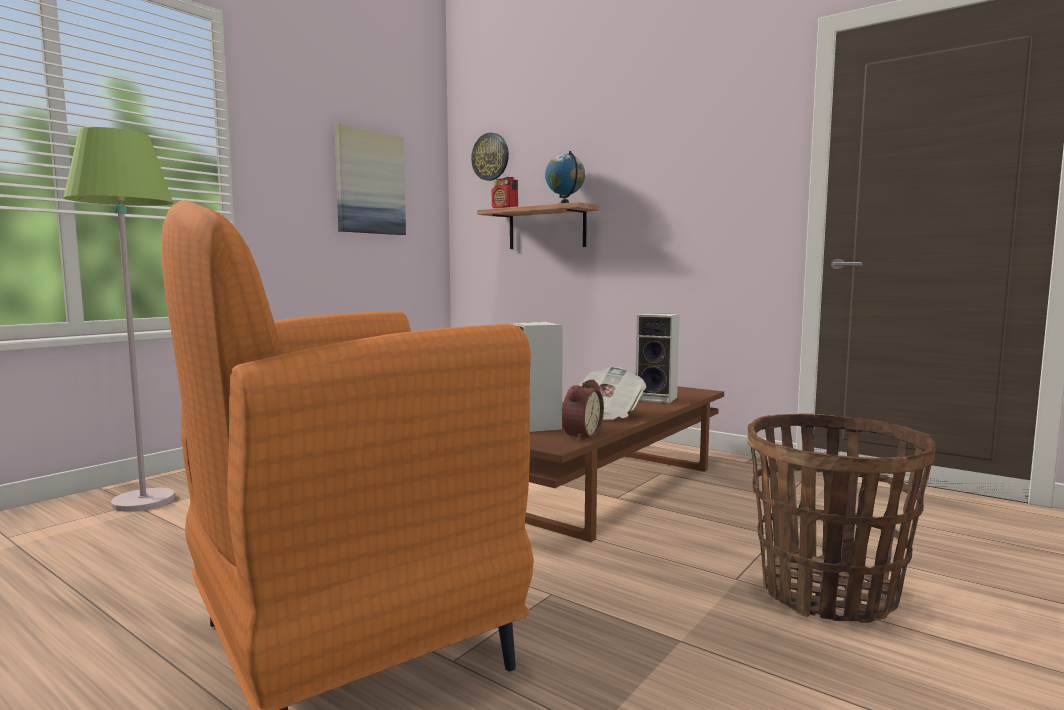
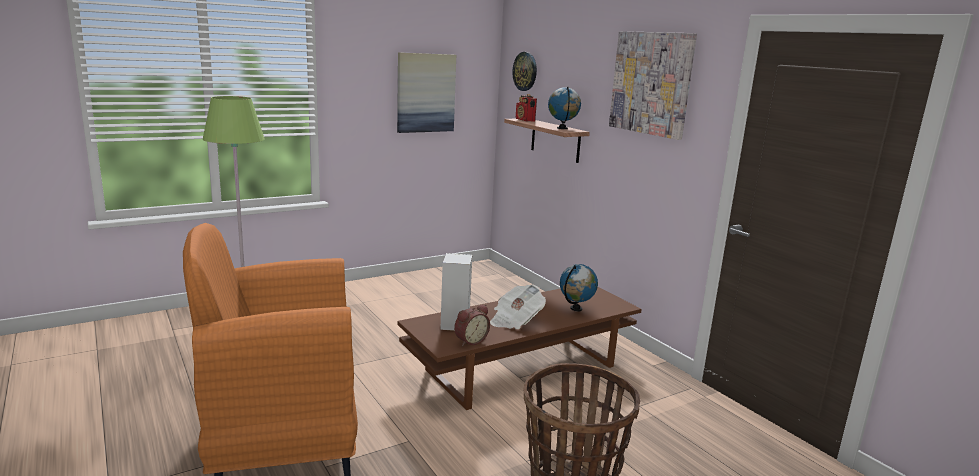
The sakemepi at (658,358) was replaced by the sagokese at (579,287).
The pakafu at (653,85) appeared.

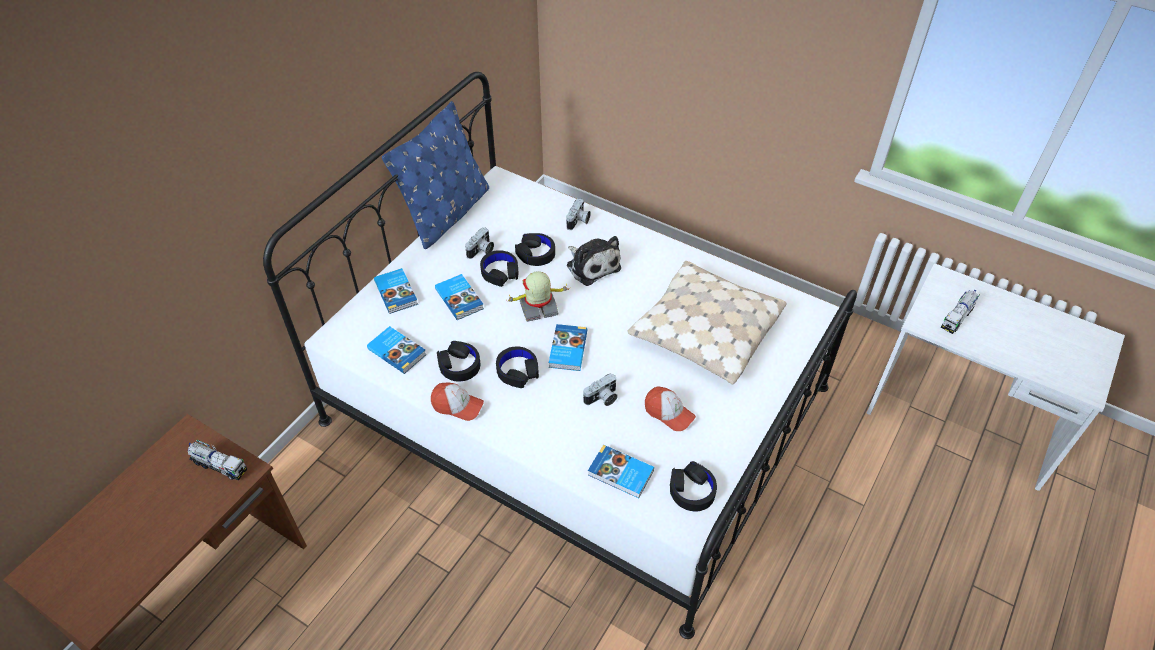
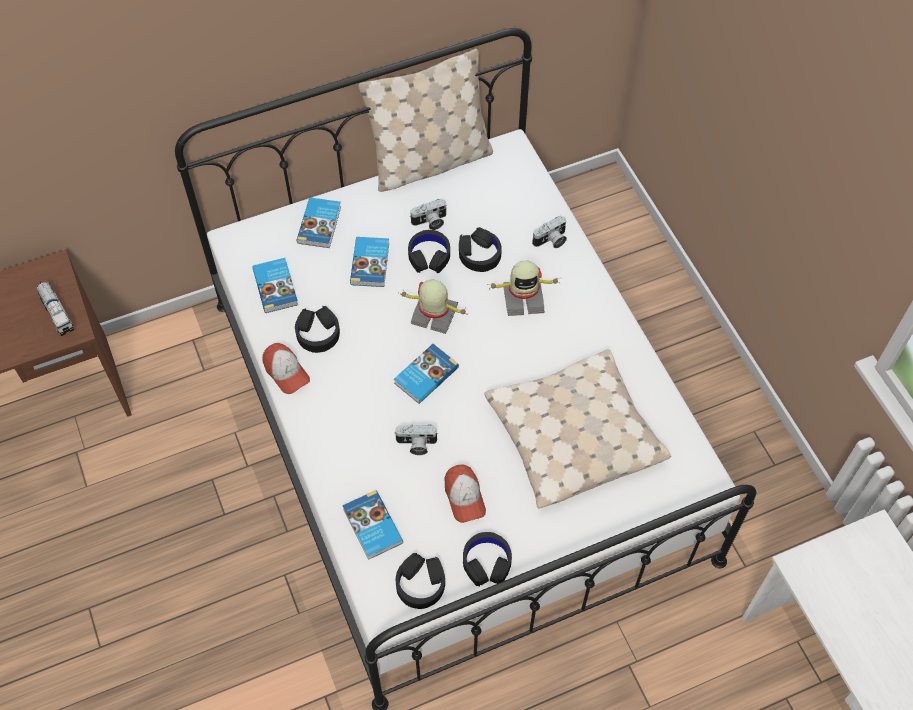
The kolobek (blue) at (435,175) became the kolobek (beige) at (425,120).
The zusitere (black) moved from (517,367) to (487,559).
The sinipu at (594,261) was replaced by the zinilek at (524,288).
The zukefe at (960,312) disappeared.

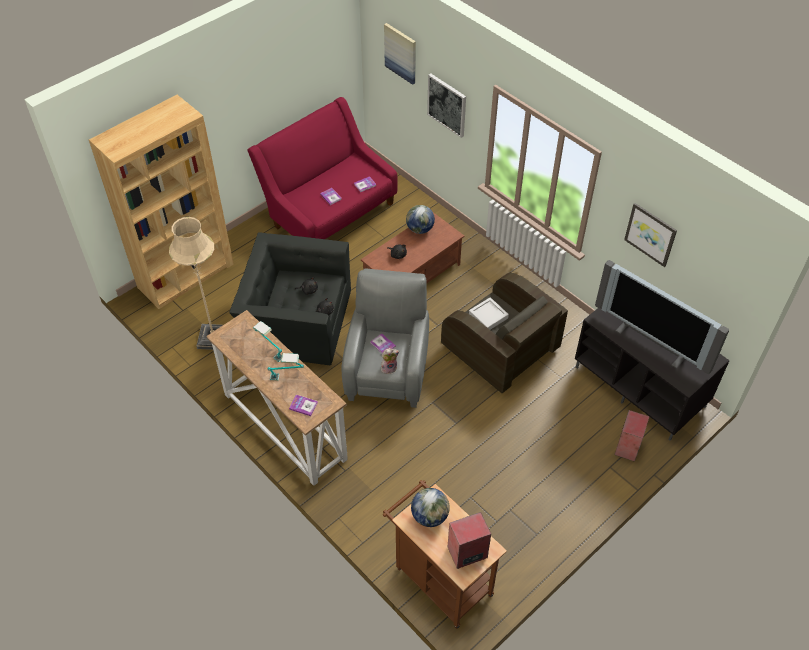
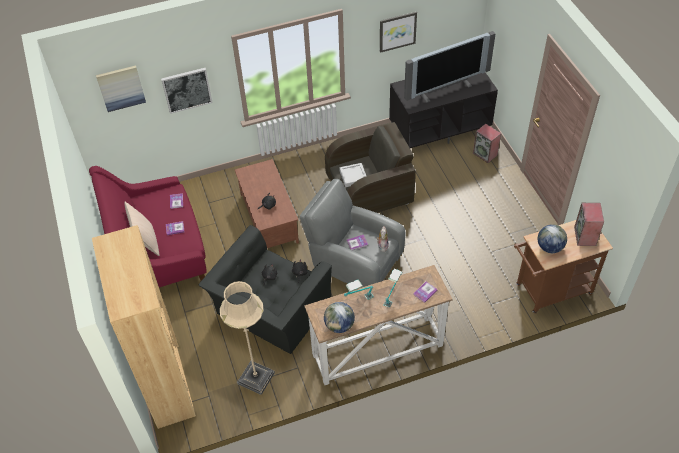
The sagokese moved from (420,219) to (339,317).
The kolobek (beige) at (141,229) appeared.

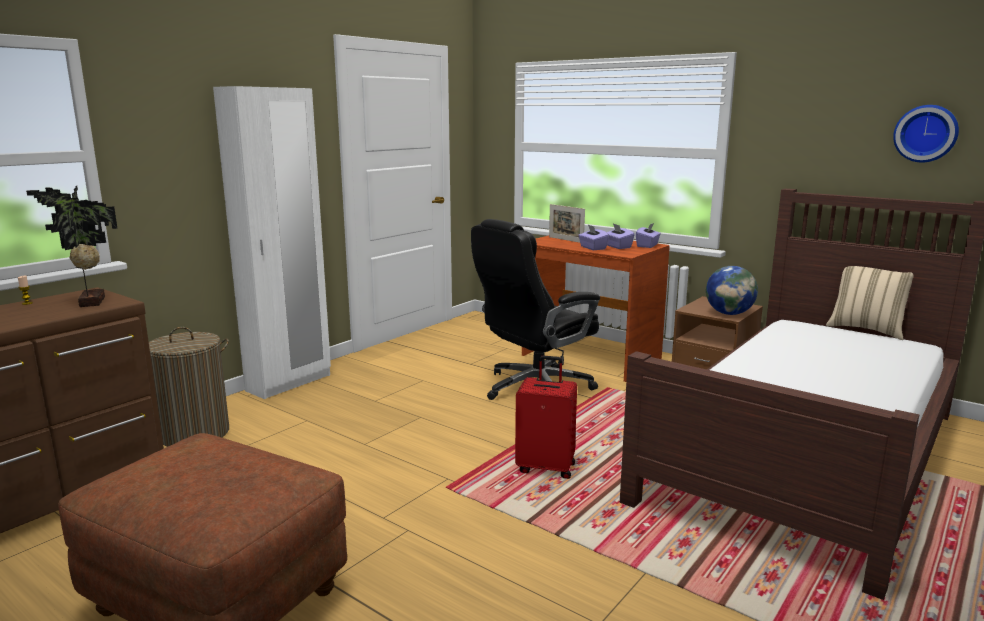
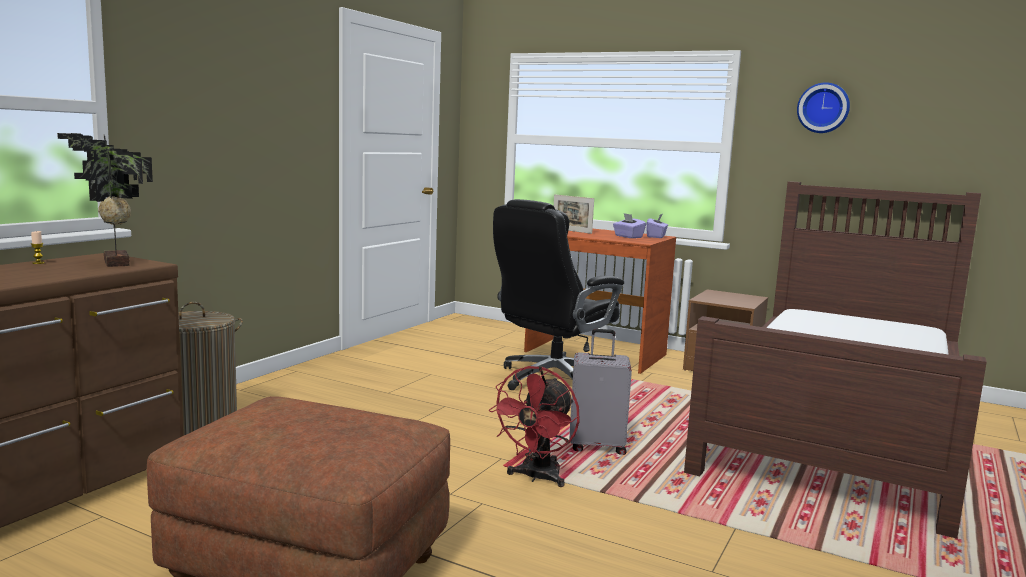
The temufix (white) at (272,242) disappeared.
The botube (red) at (546,417) became the botube (grey) at (600,392).
The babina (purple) at (593,237) disappeared.
The sagokese at (732,290) disappeared.
The kolobek (beige) at (870,303) disappeared.
The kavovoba moved from (926,134) to (823,107).
The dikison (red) at (534,426) appeared.

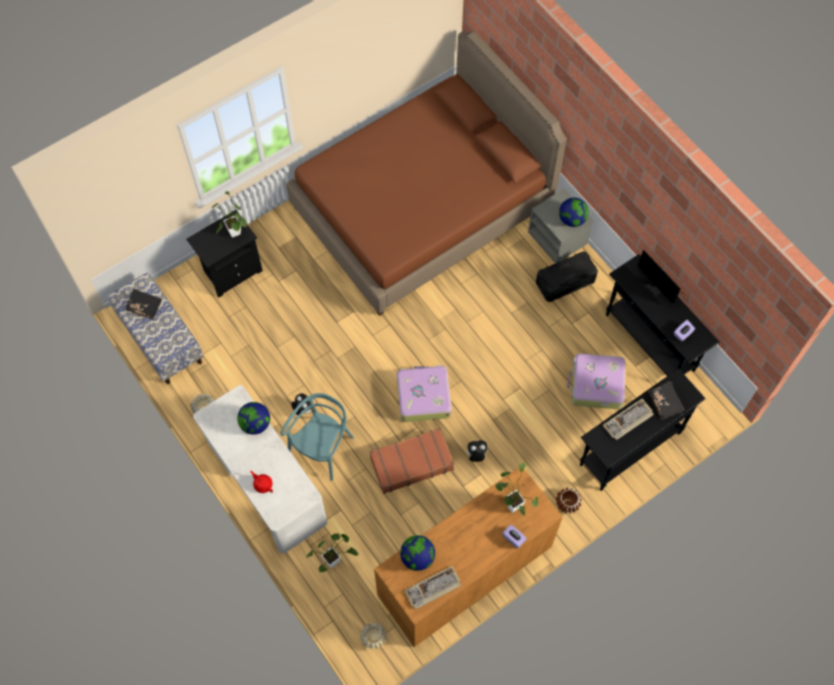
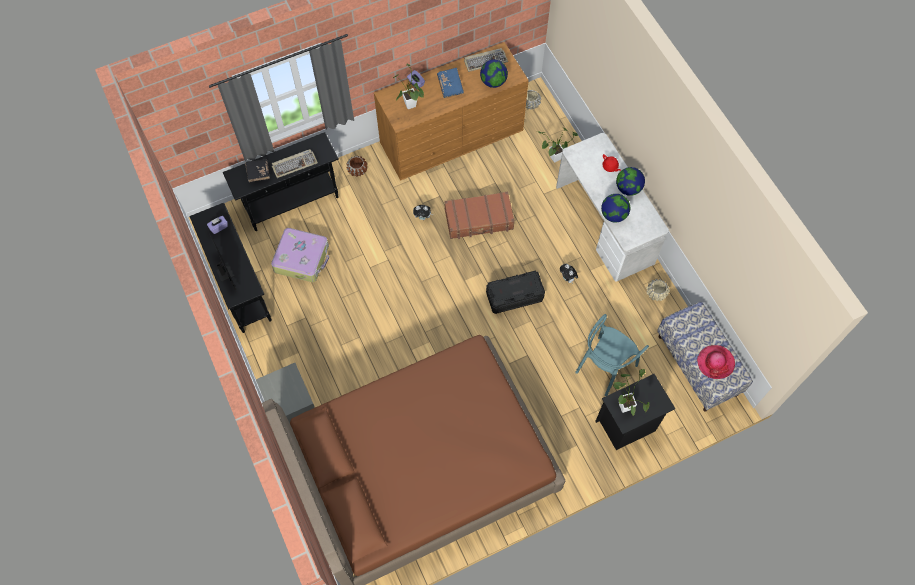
The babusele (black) at (144,304) was replaced by the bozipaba at (716,362).
The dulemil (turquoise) moved from (317,437) to (612,355).
The botube at (424,393) disappeared.
The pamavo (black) moved from (567,276) to (515,292).
The sagokese moved from (574,212) to (630,181).
The babusele (blue) at (450,83) appeared.

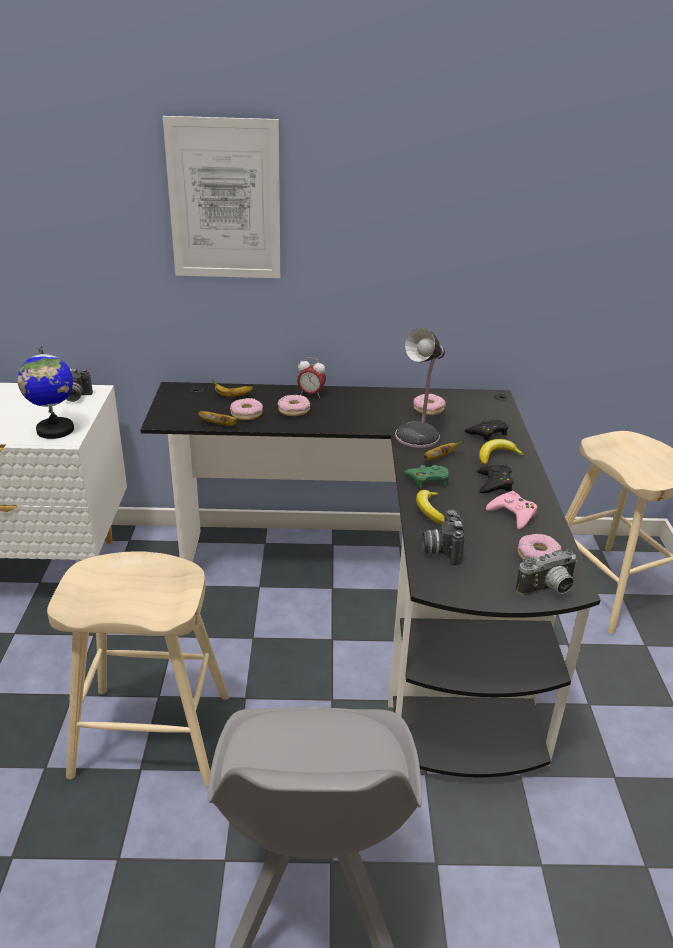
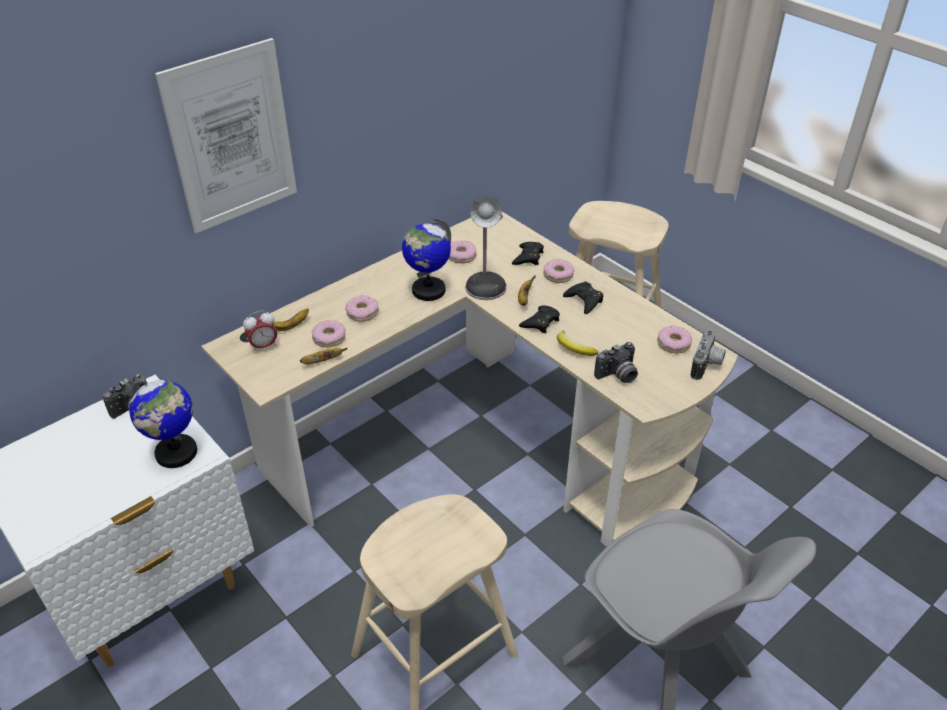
The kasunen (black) at (370,579) became the kasunen (beige) at (469,379).
The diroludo moved from (311,377) to (260,331).
The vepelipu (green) at (426,476) became the vepelipu (black) at (539,319).
The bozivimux at (443,537) turned 75 degrees counterclockwise.
The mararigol at (501,452) was replaced by the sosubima at (558,271).
The vepelipu (pink) at (511,510) disappeared.
The sagokese at (426,259) appeared.

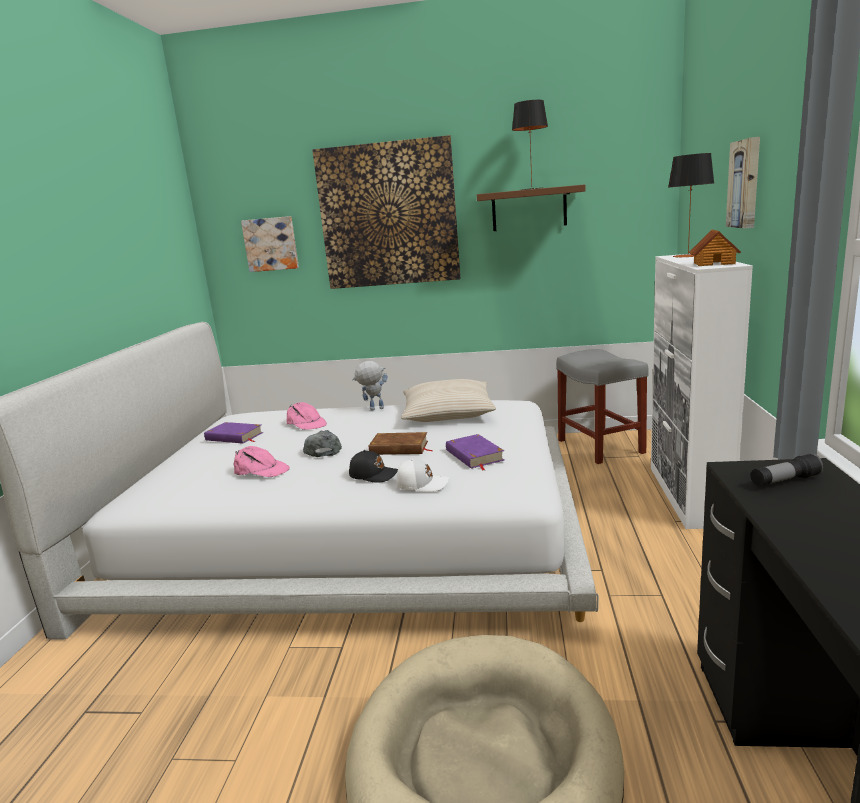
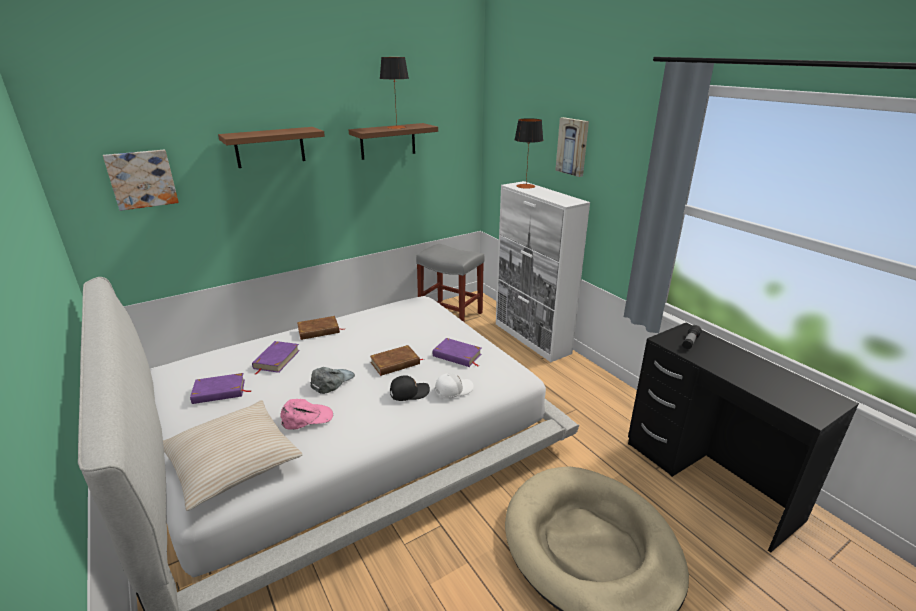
The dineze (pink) at (306,416) was replaced by the babusele (purple) at (276,357).
The dineze (grey) at (322,443) turned 90 degrees clockwise.
The pakafu at (386,212) was replaced by the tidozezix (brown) at (271,147).
The zinilek at (369,385) was replaced by the babusele (brown) at (321,328).
The kolobek (beige) moved from (448,400) to (233,455).
The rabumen at (715,247) disappeared.

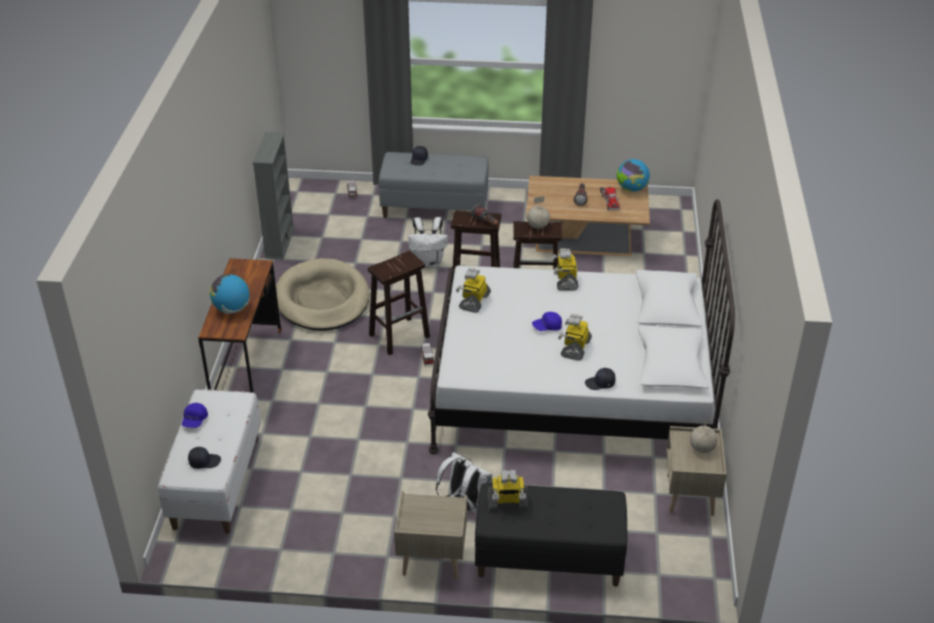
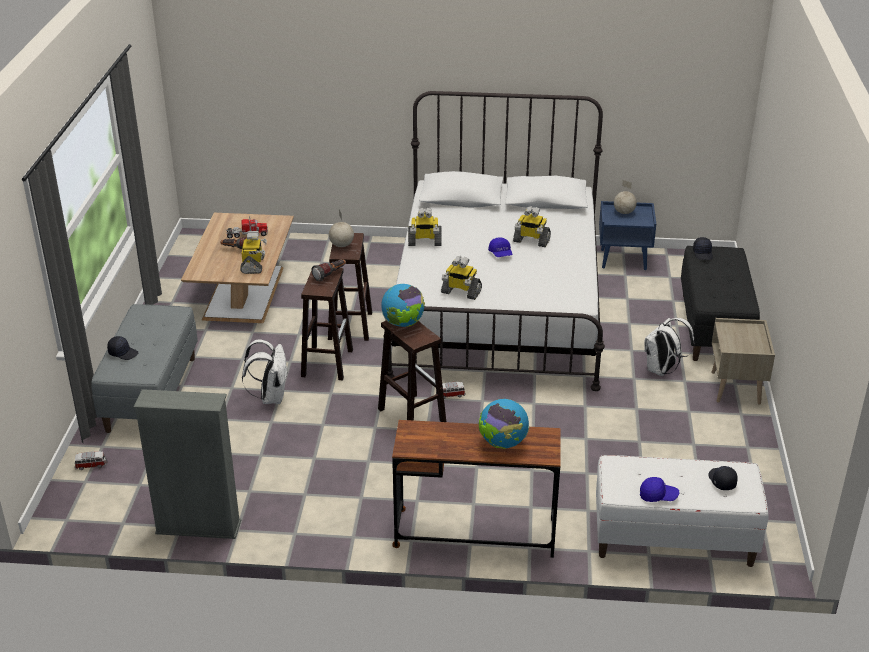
The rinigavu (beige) at (323,294) disappeared.
The zinilek moved from (508,490) to (253,252).
The dineze (black) moved from (600,379) to (703,248).
The sagokese moved from (633,175) to (403,305).
The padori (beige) at (697,471) became the padori (blue) at (627,235).

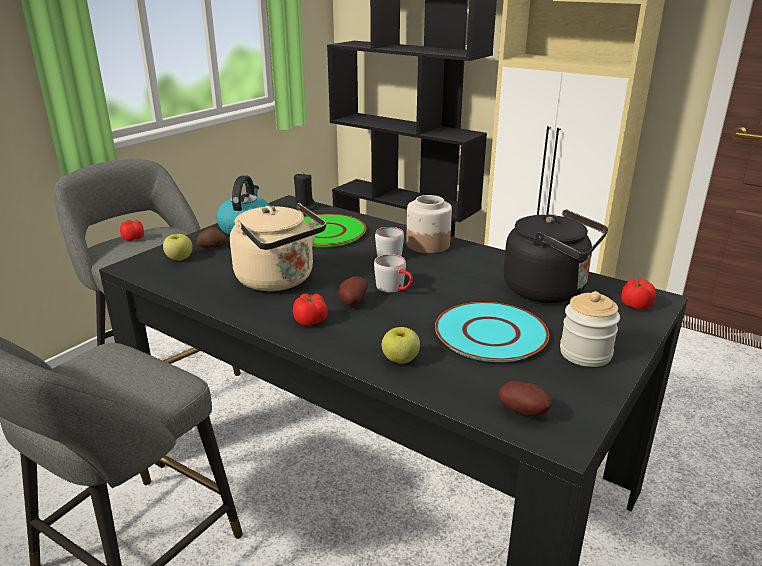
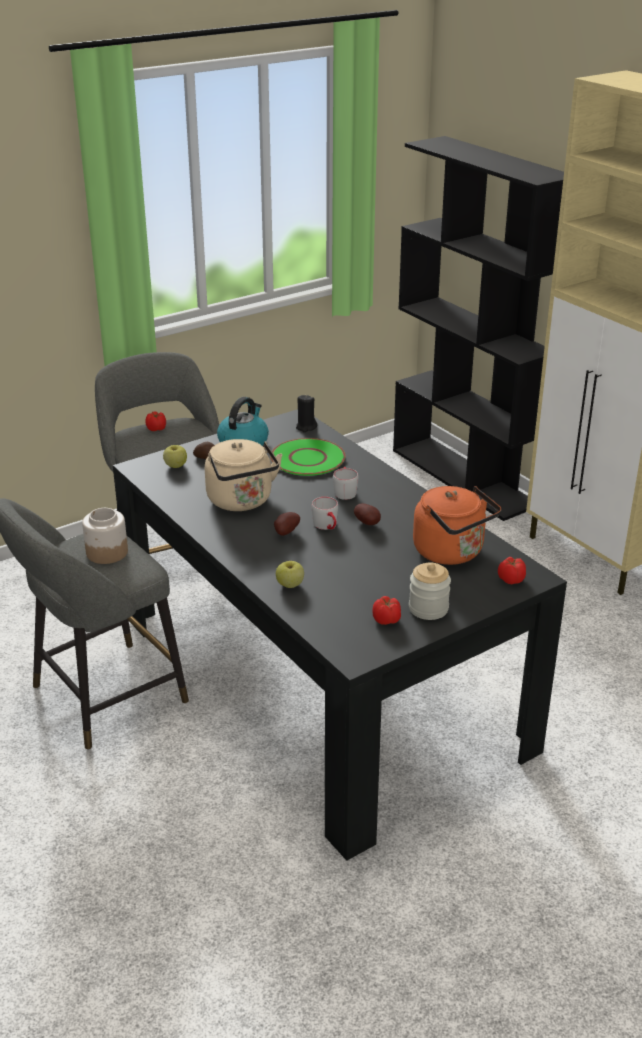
The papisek moved from (310,310) to (386,610).
The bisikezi moved from (429,224) to (105,536).
The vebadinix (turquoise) at (492,332) disappeared.
The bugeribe moved from (525,398) to (367,514).
The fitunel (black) at (555,256) became the fitunel (orange) at (457,525).

